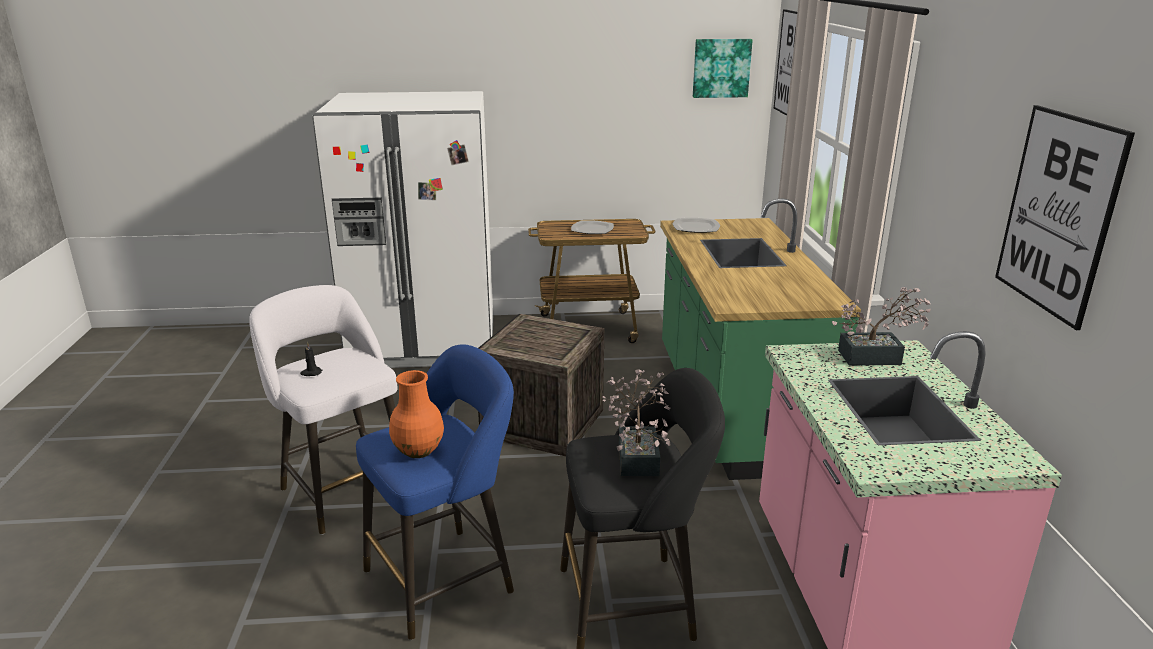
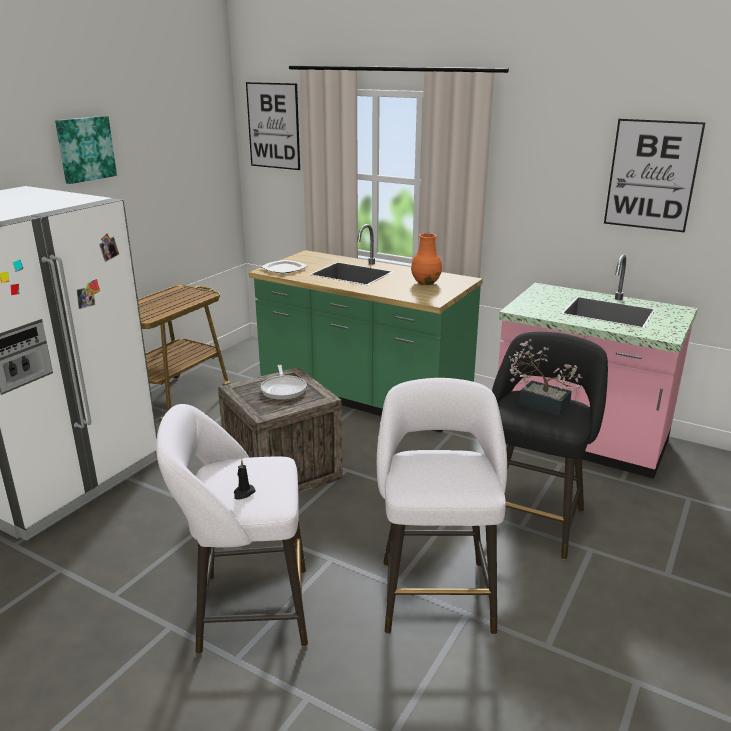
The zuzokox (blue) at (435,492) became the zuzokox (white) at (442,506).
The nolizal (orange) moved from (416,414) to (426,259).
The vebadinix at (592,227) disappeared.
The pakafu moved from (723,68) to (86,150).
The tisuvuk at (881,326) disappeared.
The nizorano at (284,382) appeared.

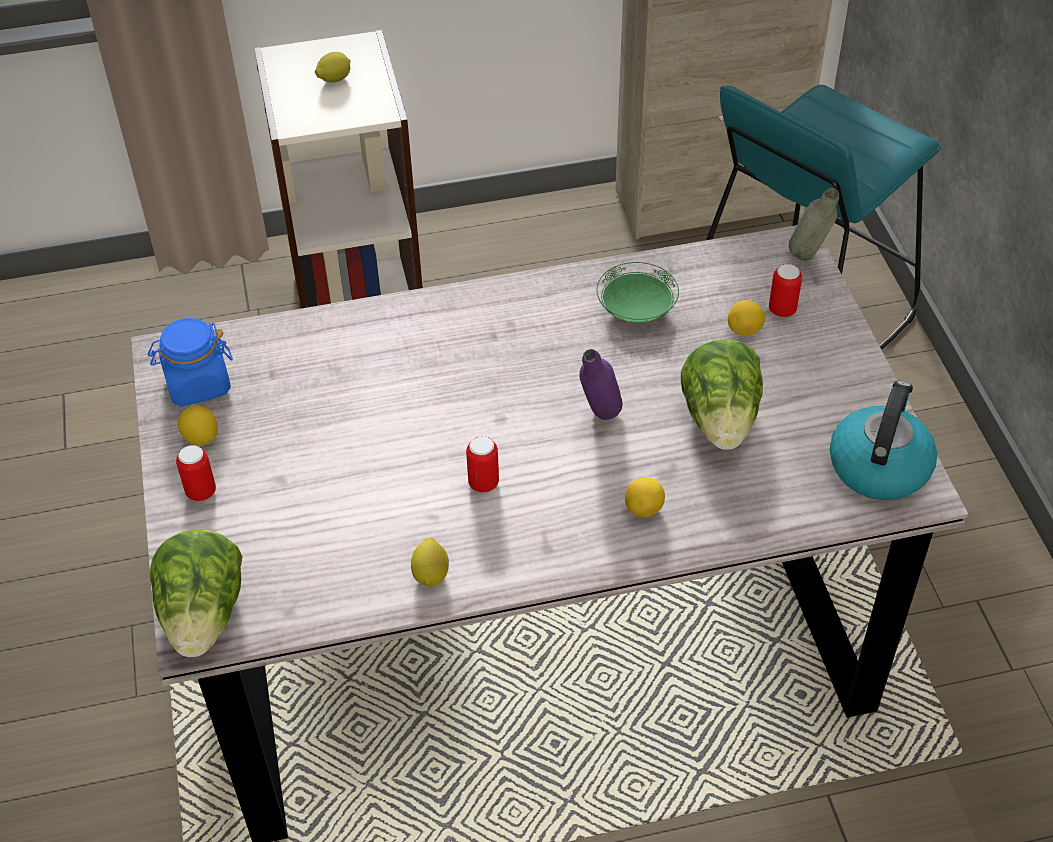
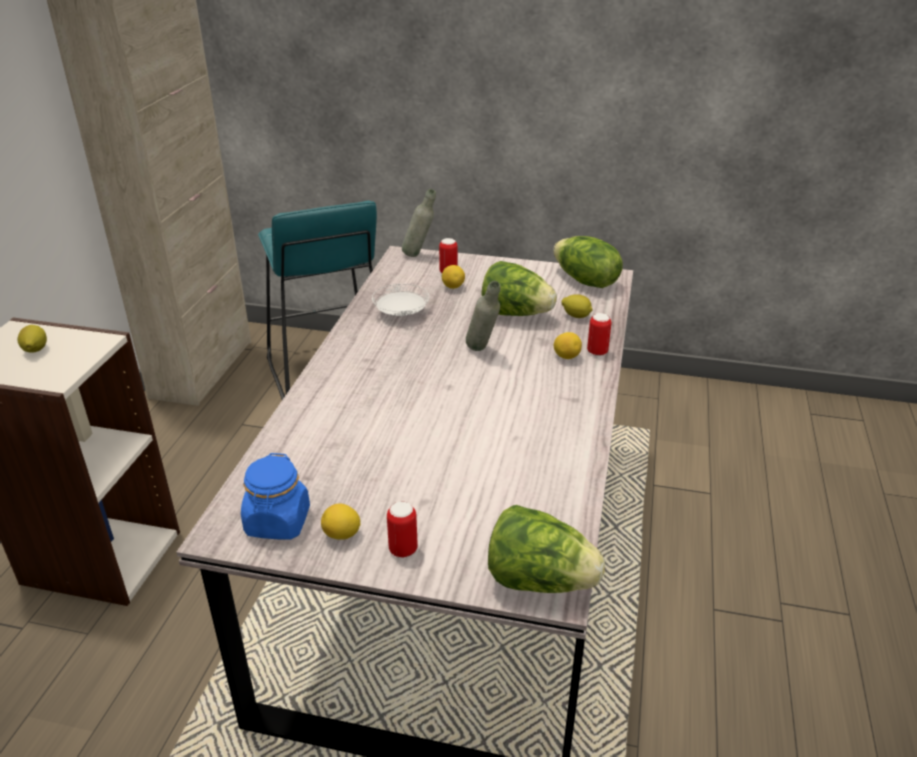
The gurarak moved from (430,562) to (577,306).
The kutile moved from (482,464) to (599,334).
The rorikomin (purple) at (600,384) became the rorikomin (grey) at (483,316).
The vebadinix (green) at (637,292) became the vebadinix (white) at (400,300).
The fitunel at (883,440) was replaced by the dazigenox at (588,262).

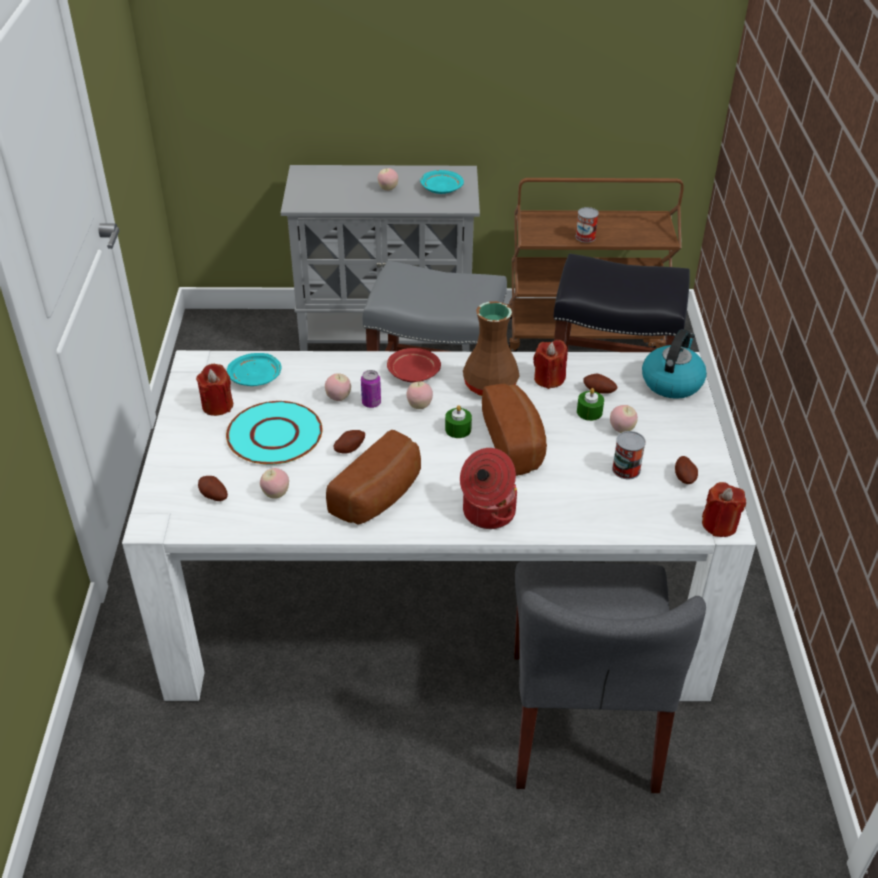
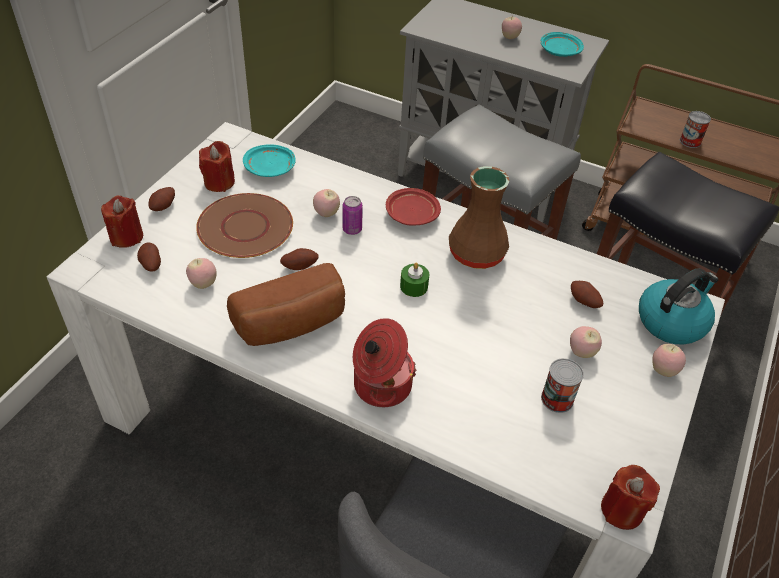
The vebadinix (turquoise) at (274,433) became the vebadinix (brown) at (244,225).
The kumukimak moved from (419,395) to (669,360).
The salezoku at (514,430) disappeared.
The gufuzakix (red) moved from (550,364) to (122,222).
The gufuzakix (green) at (590,404) disappeared.
The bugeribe moved from (686,470) to (161,199).

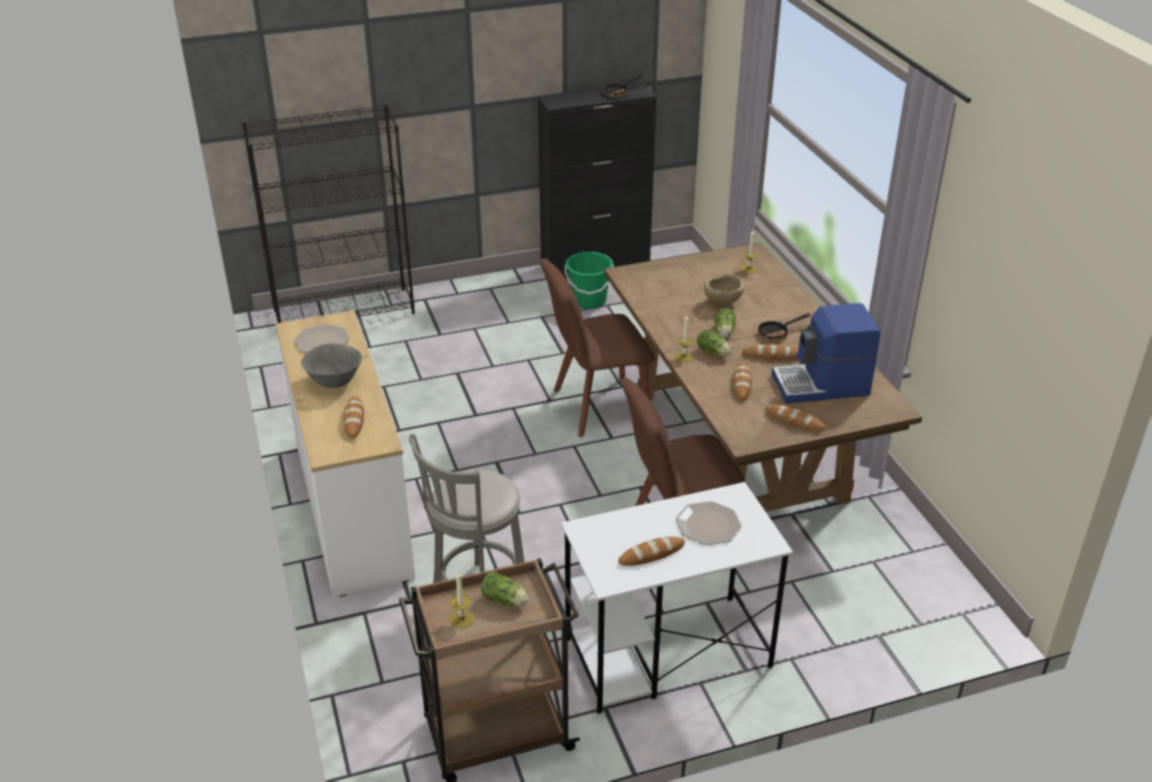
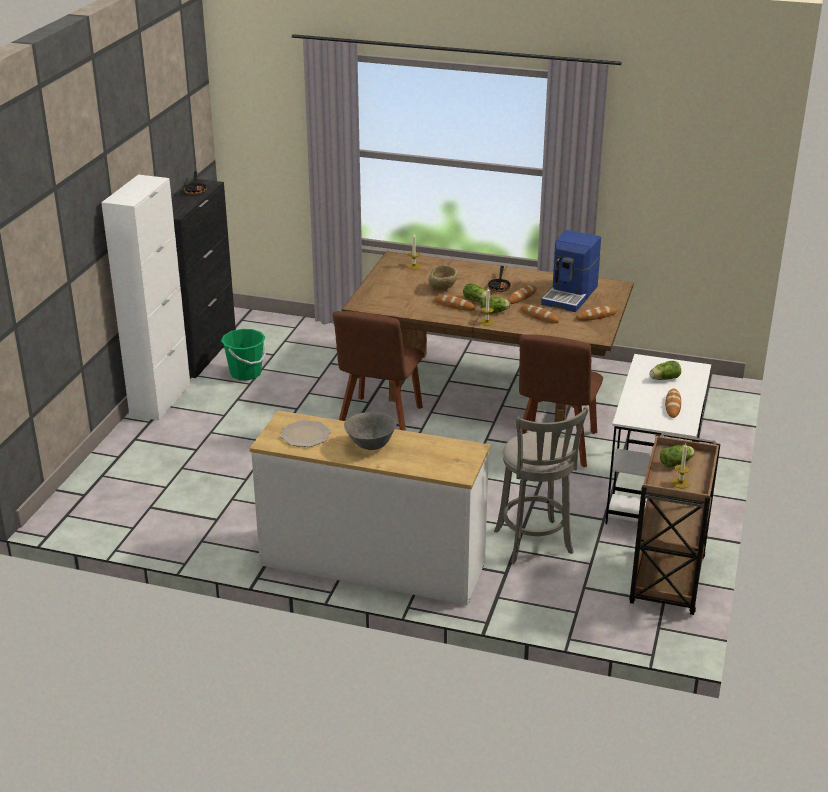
The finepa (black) at (328,214) disappeared.
The salezoku moved from (354,417) to (454,303).
The vebadinix at (709,523) was replaced by the dazigenox at (665,370).
The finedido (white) at (146,297) appeared.

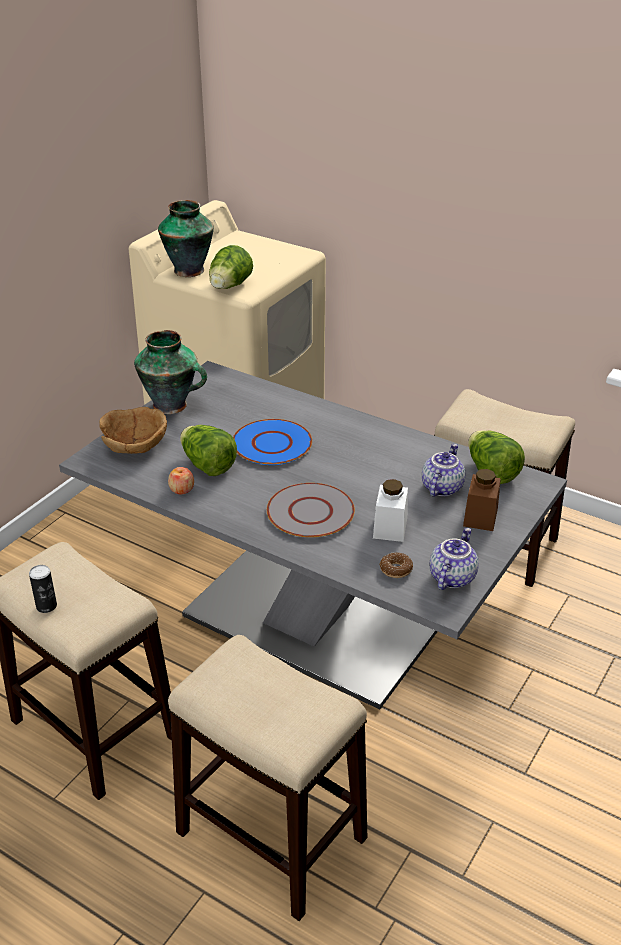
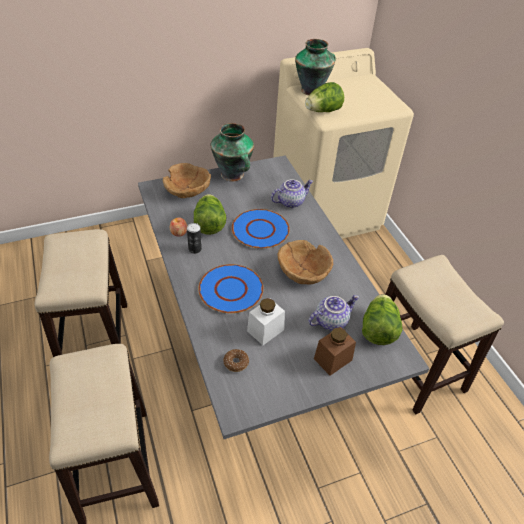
The kutile moved from (43,589) to (194,238).
The vebadinix (grey) at (311,510) became the vebadinix (blue) at (230,288).
The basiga moved from (454,559) to (292,193).
The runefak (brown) at (305,262) appeared.

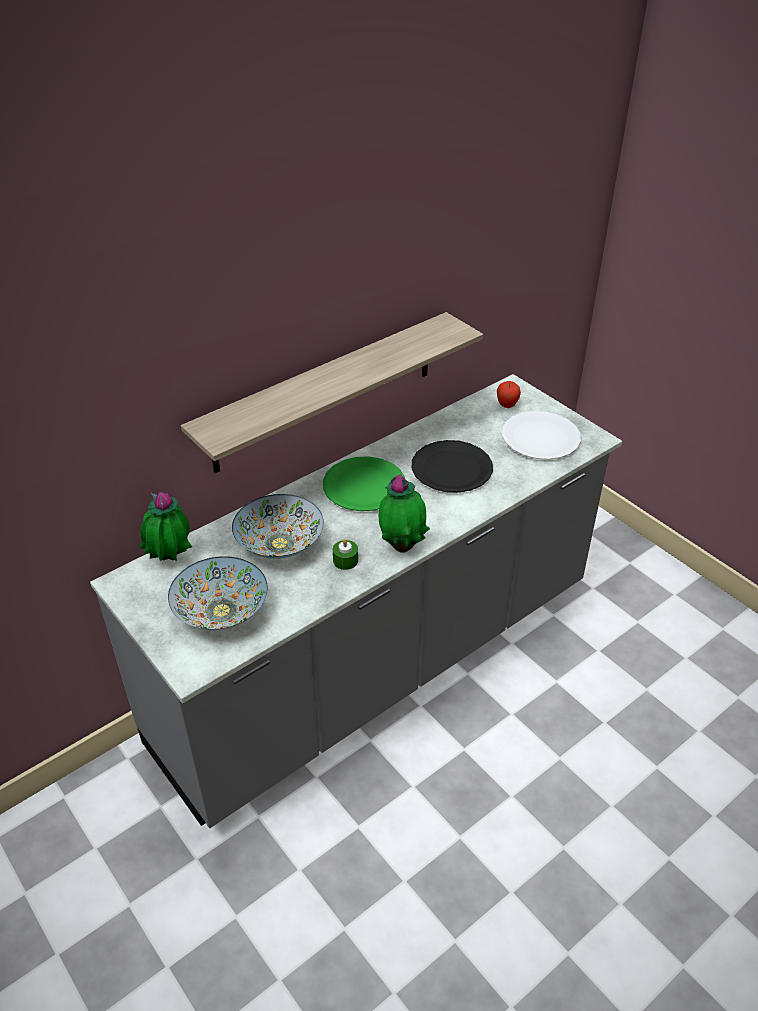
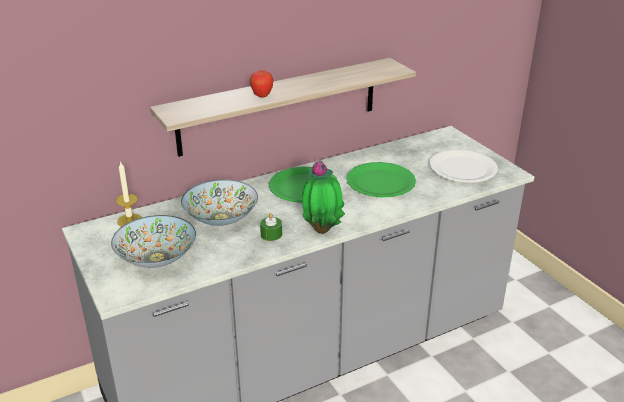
The tisuvuk at (165,526) was replaced by the gufuzakix at (129,194).
The vebadinix (black) at (452,466) became the vebadinix (green) at (381,179).
The kumukimak moved from (509,394) to (261,84).

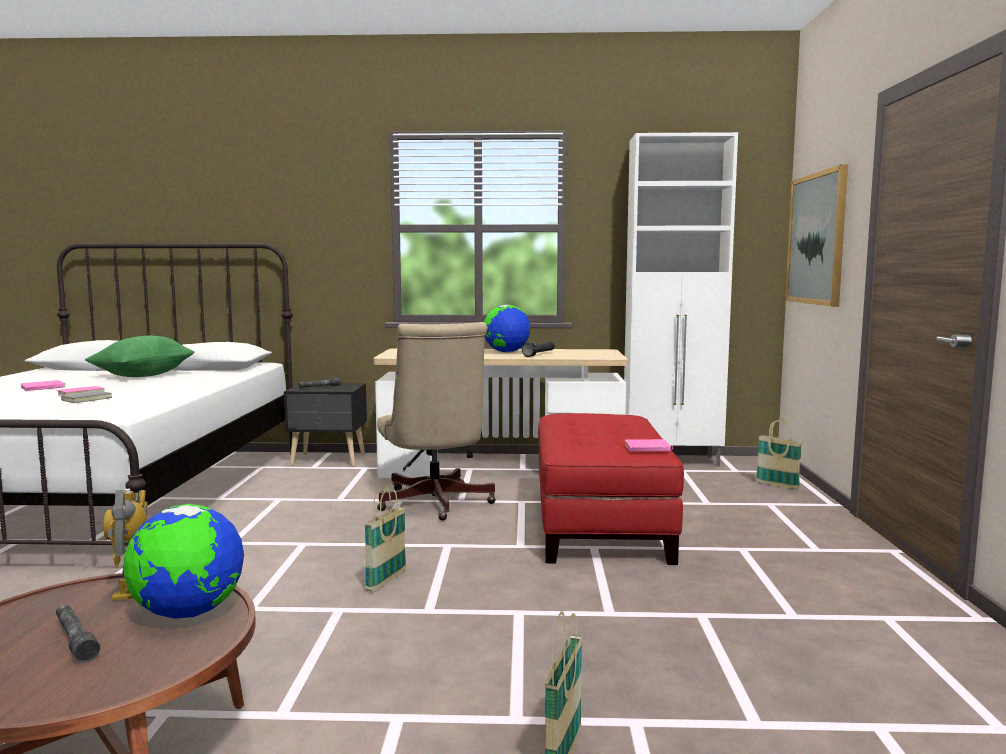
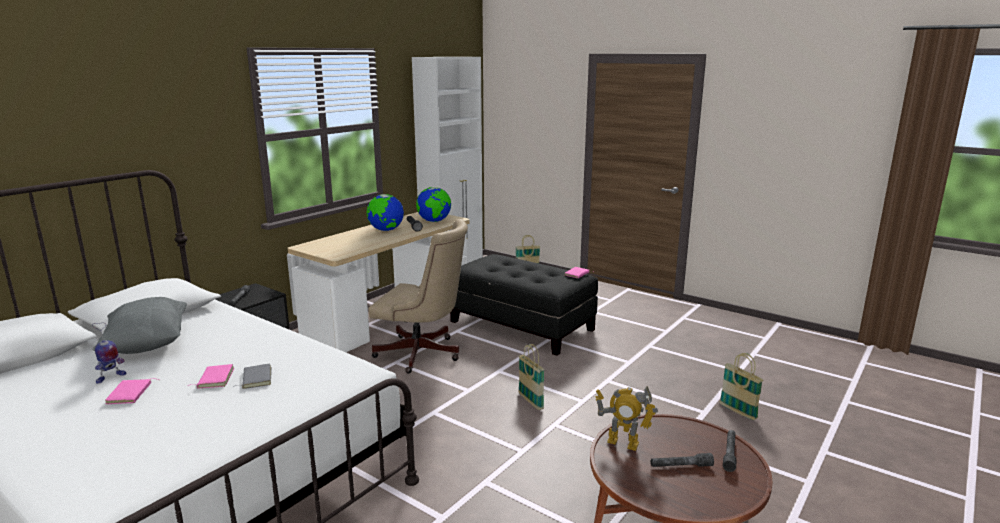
The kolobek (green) at (139,356) became the kolobek (grey) at (139,325).
The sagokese moved from (184,561) to (433,204).
The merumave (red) at (611,489) became the merumave (black) at (524,305).
The pakafu at (816,235) disappeared.
The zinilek at (109,353) appeared.
The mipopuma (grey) at (730,451) appeared.

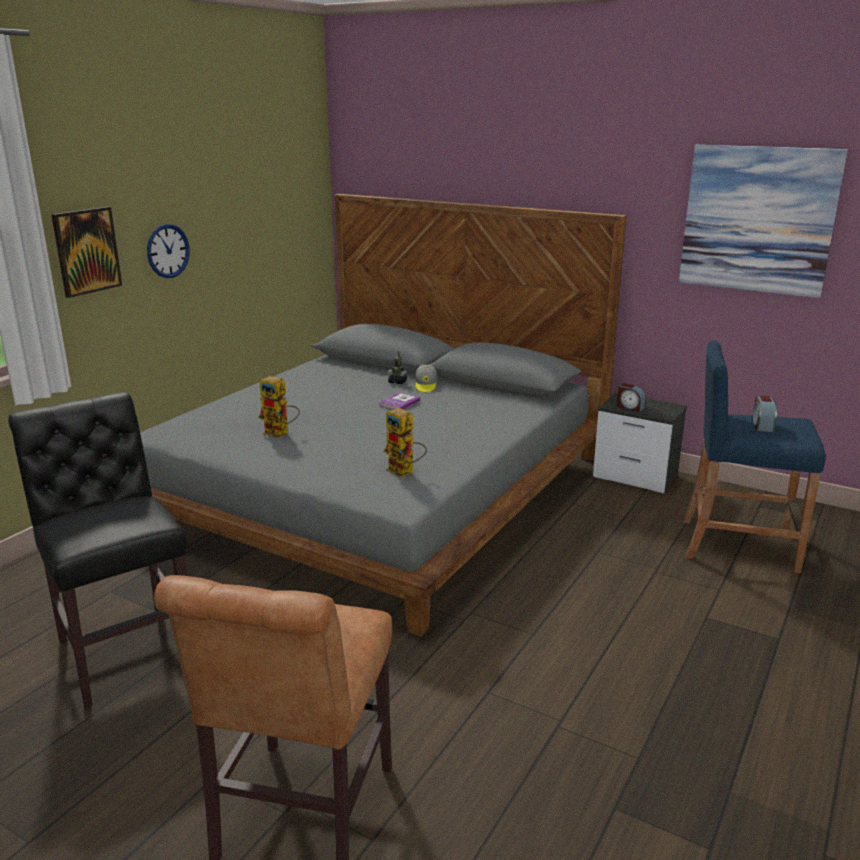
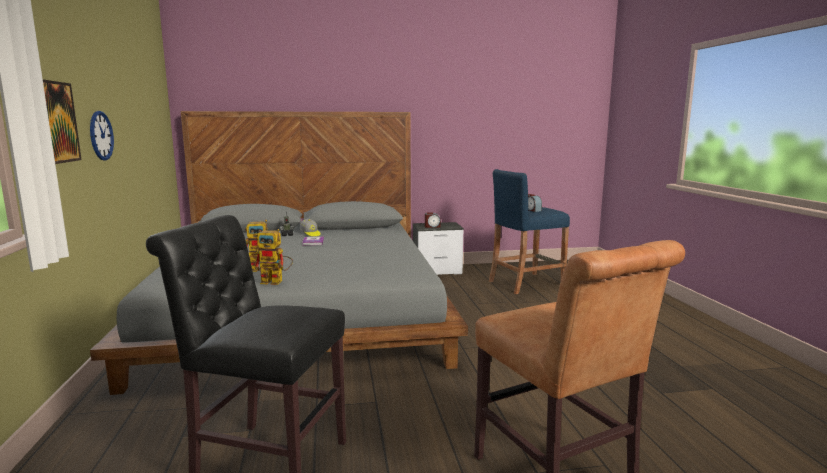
The zinilek moved from (405,442) to (273,257).
The pakafu at (763,221) disappeared.

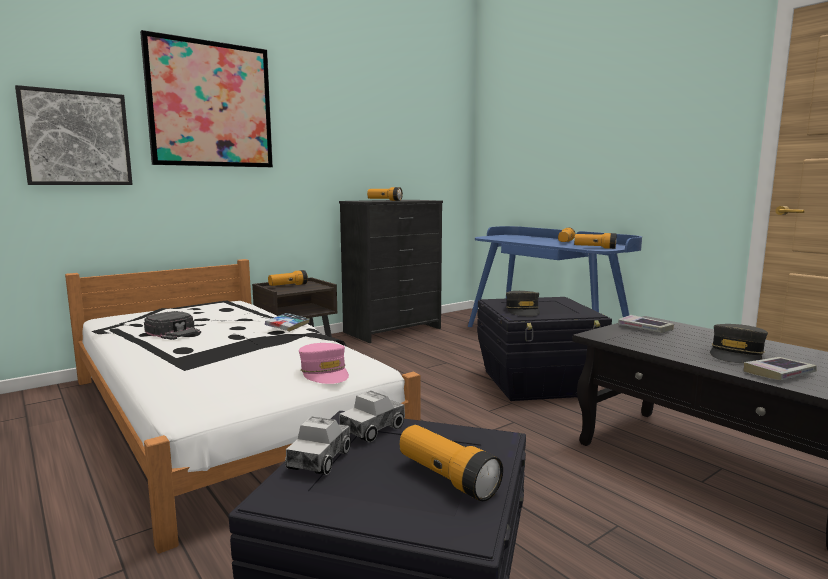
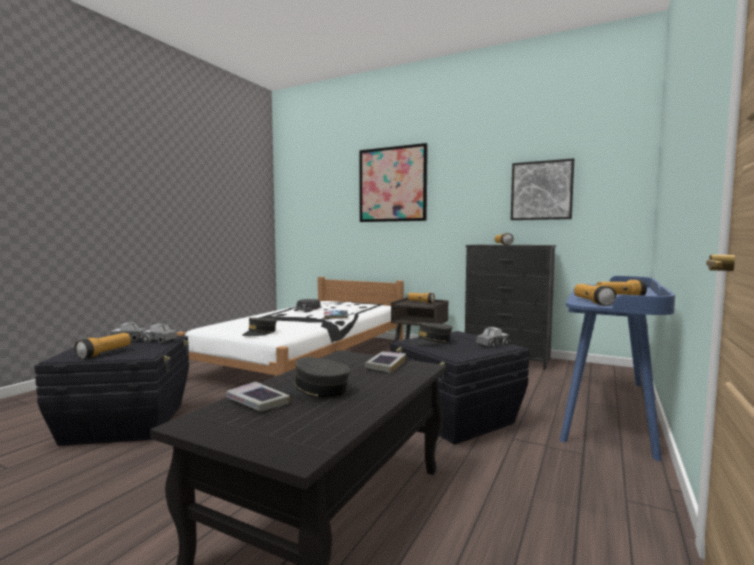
The pakafu moved from (74,135) to (542,189).
The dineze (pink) at (324,363) became the dineze (grey) at (259,327).
The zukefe at (492,338) appeared.

